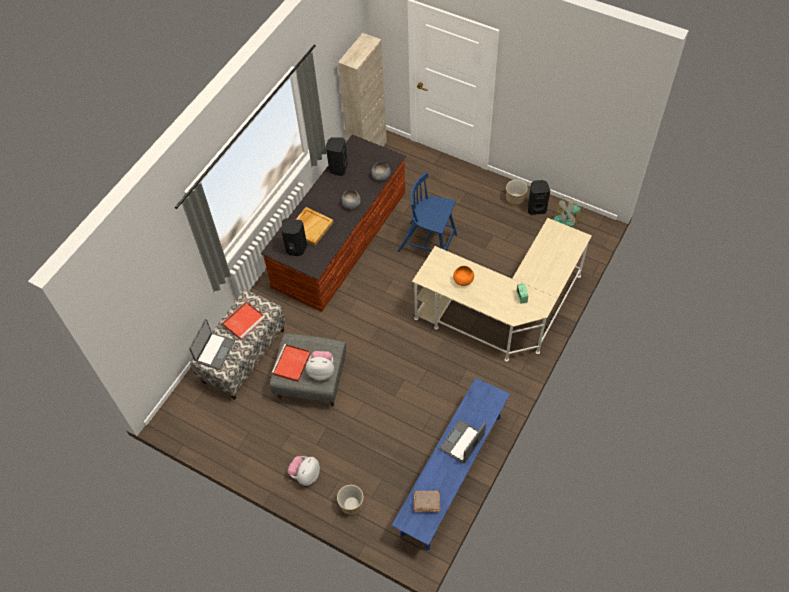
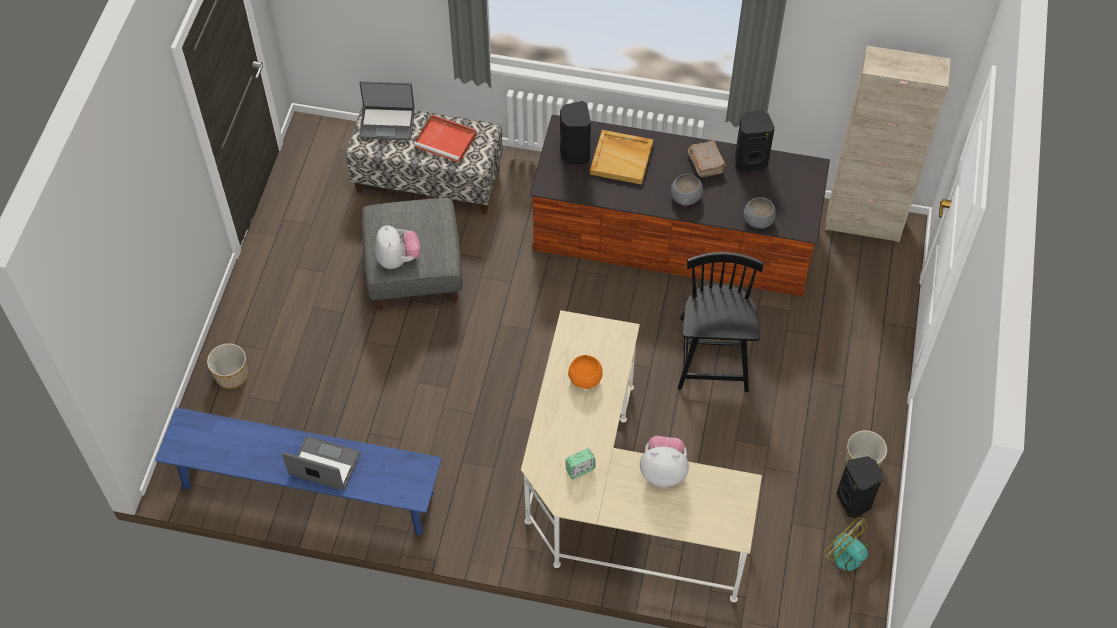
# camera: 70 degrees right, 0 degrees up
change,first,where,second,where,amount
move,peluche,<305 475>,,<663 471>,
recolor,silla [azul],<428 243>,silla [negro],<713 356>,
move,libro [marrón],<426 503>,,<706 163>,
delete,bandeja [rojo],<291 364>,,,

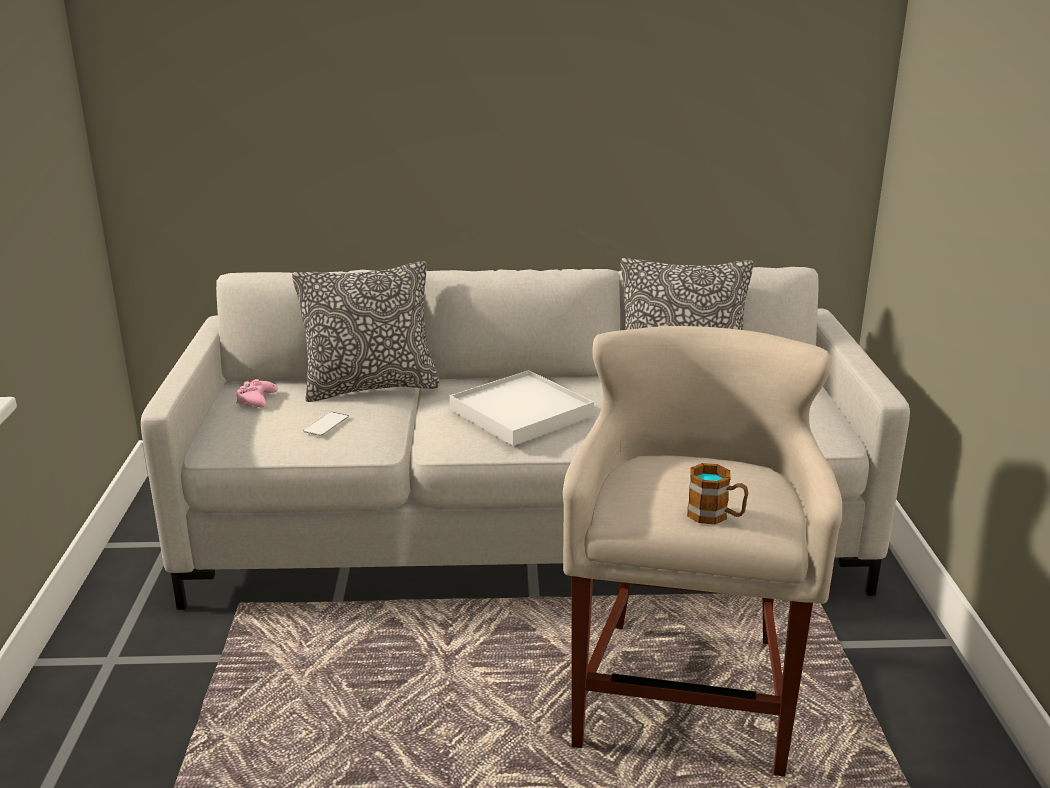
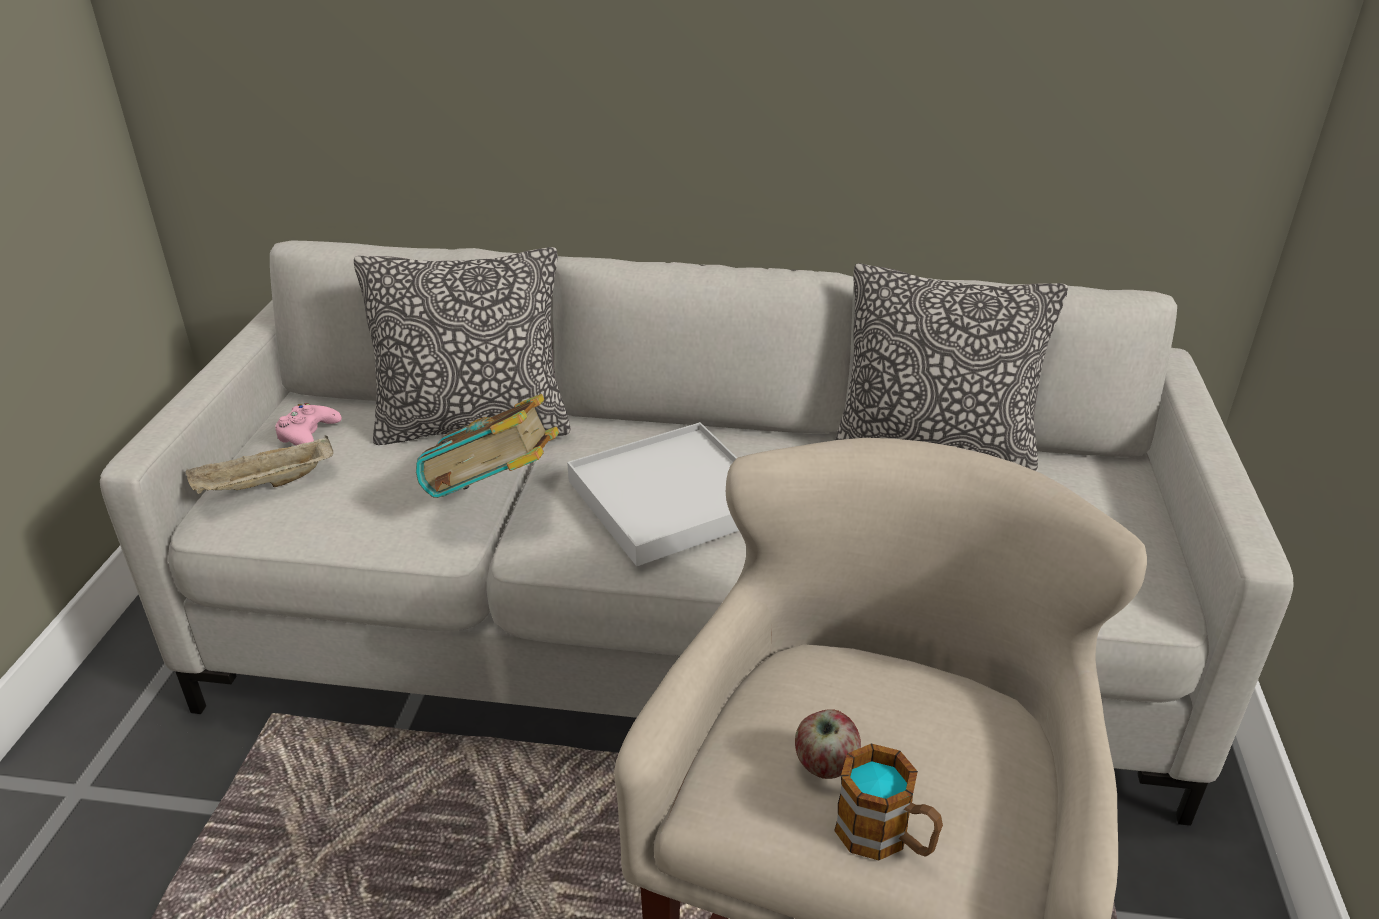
# camera: 10 degrees right, 10 degrees up
change,first,where,second,where,amount
insert,,,bandeja [beis],<265 486>,
insert,,,libro,<495 495>,
insert,,,manzana,<824 764>,
delete,móvil,<326 424>,,,

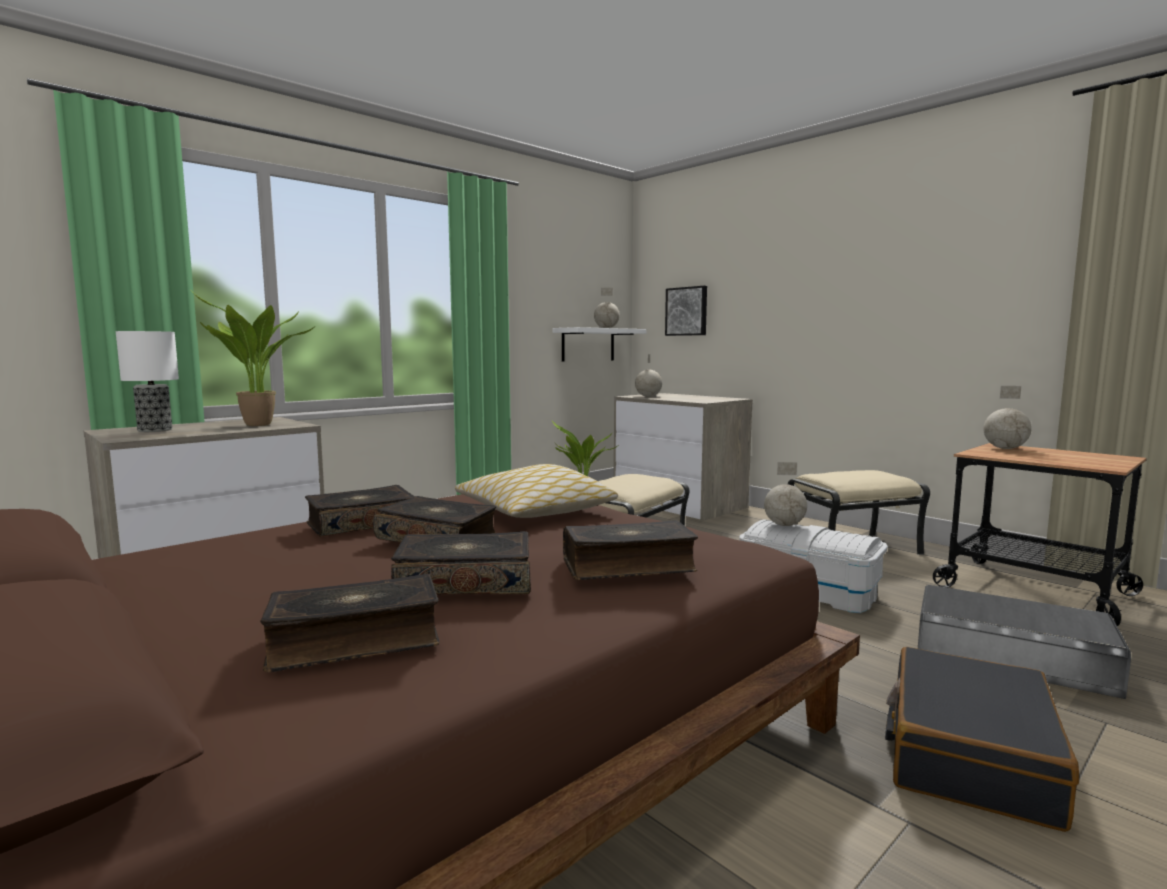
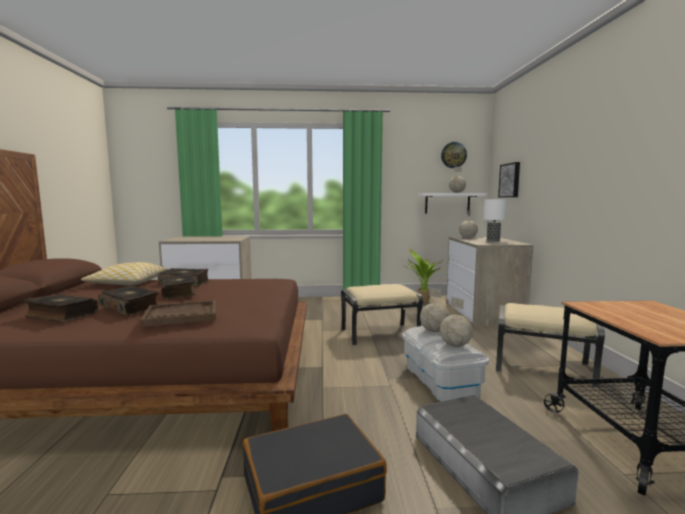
# camera: 40 degrees right, 0 degrees up
change,first,where,second,where,amount
move,cojín,<535 512>,,<127 283>,
replace,libro,<628 565>,bandeja [marrón],<181 315>,
move,globo terráqueo,<1004 448>,,<455 345>,
insert,,,reloj de pared,<453 155>,
move,lámpara de mesa,<156 430>,,<493 241>,
delete,planta en maceta,<256 425>,,,

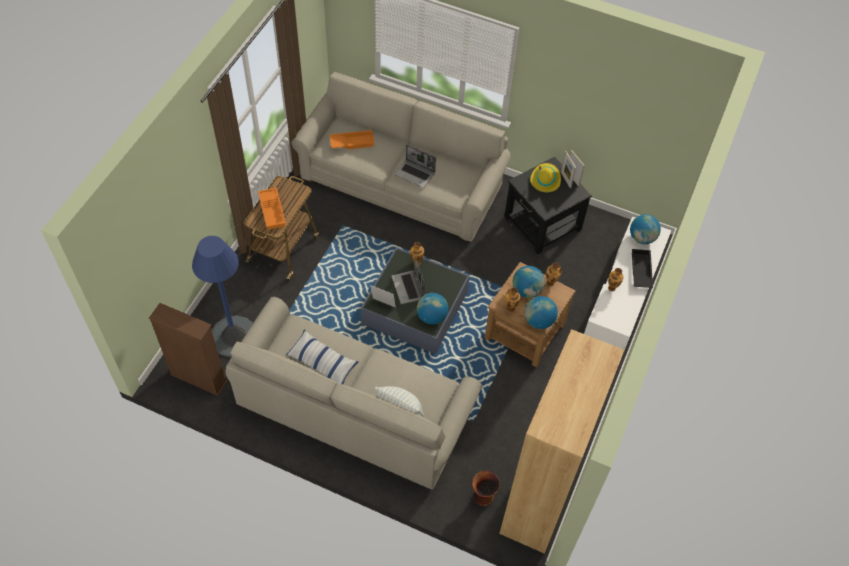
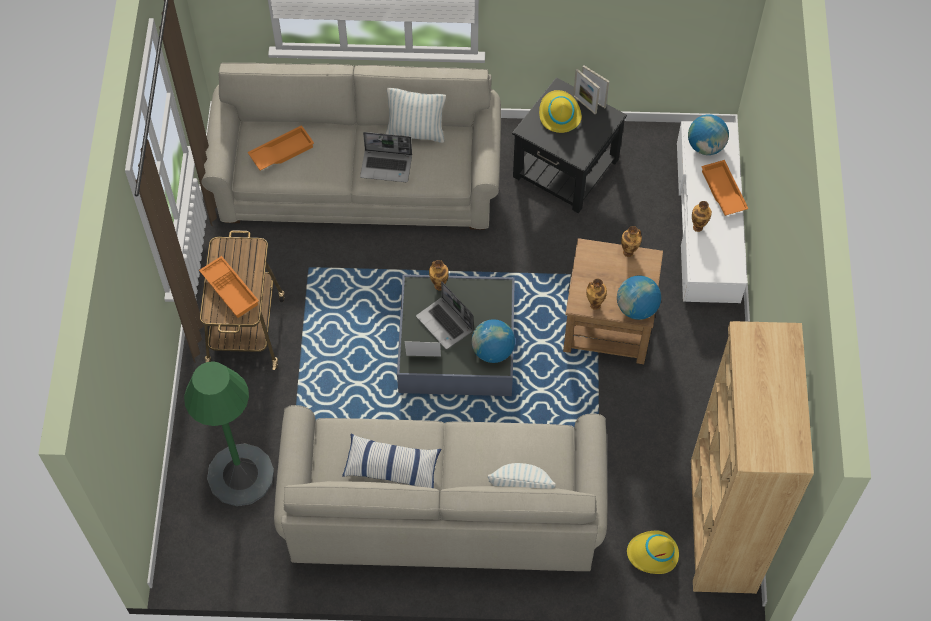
# camera: 20 degrees left, 5 degrees up
change,first,where,second,where,amount
recolor,lámpara de pie [azul],<233 336>,lámpara de pie [verde],<240 475>,
insert,,,cojín,<416 132>,
replace,florero,<482 496>,sombrero [amarillo],<652 554>,
recolor,bandeja [negro],<640 271>,bandeja [naranja],<722 191>,
delete,estantería [marrón],<198 378>,,,
delete,globo terráqueo,<526 290>,,,

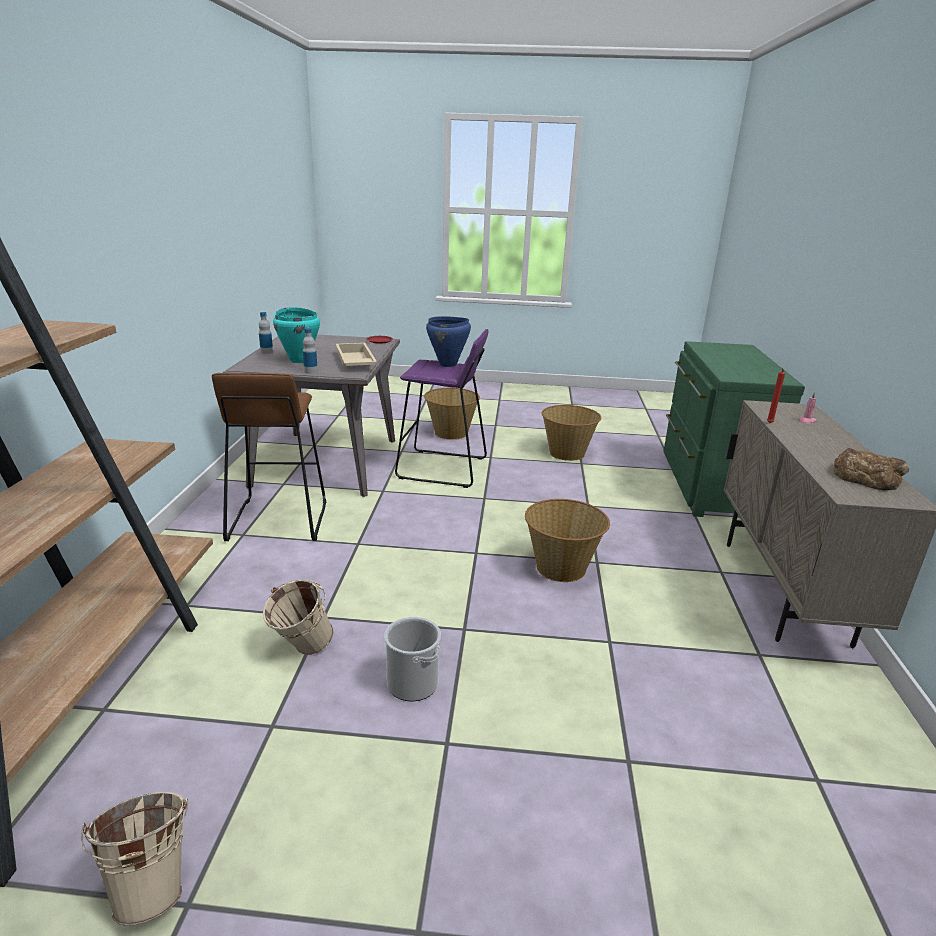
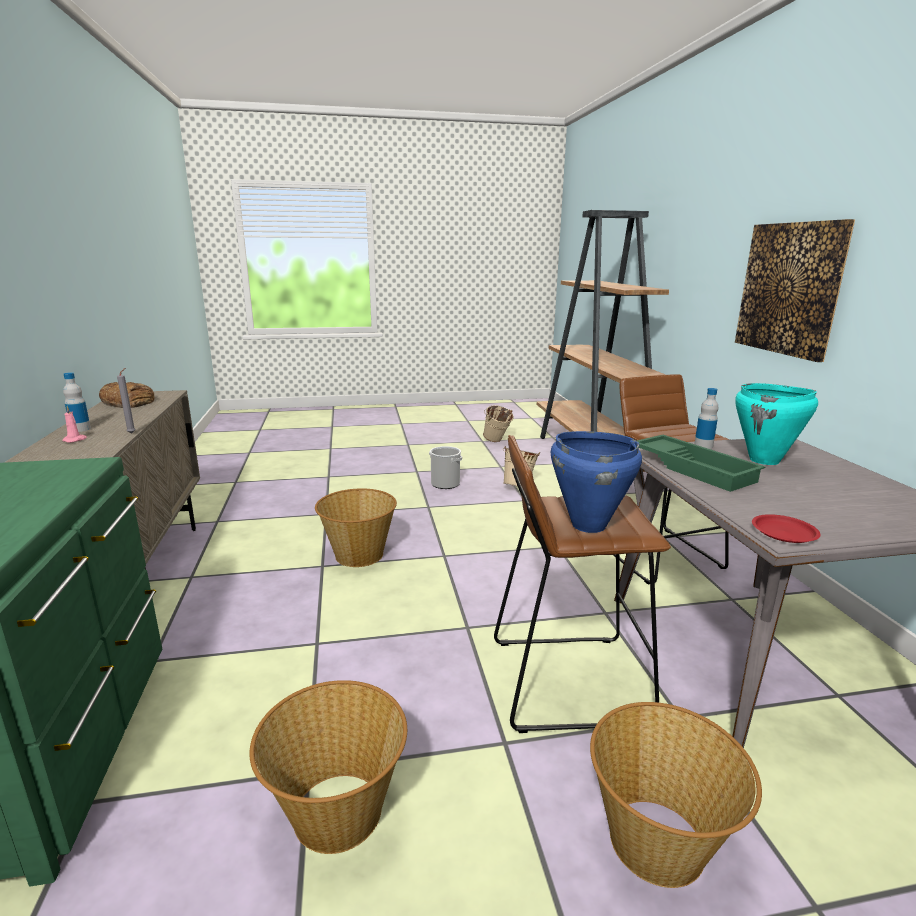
# camera: 165 degrees right, 5 degrees down
change,first,where,second,where,amount
move,botella,<266 352>,,<80 429>,
recolor,vela [rojo],<769 423>,vela [gris],<132 433>,
recolor,taburete [morado],<443 469>,taburete [marrón],<566 680>,
recolor,bandeja [beis],<354 362>,bandeja [verde],<694 468>,
insert,,,cuadro,<790 289>,

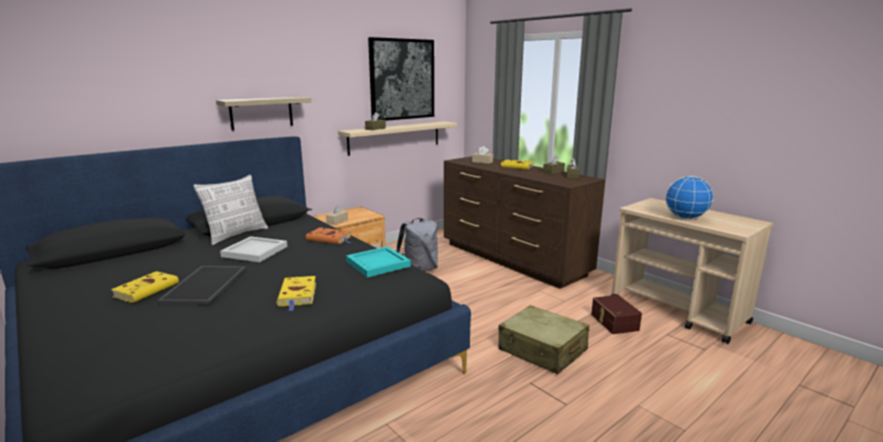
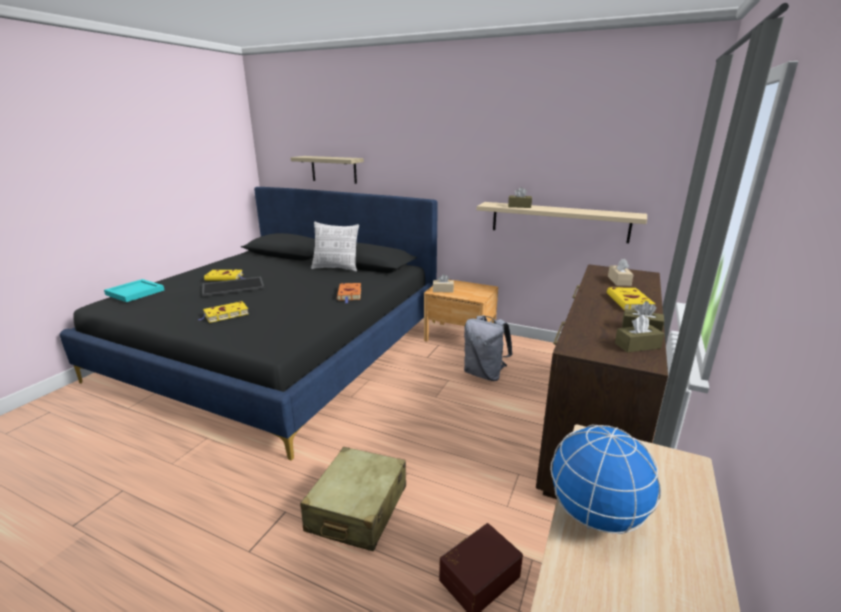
# camera: 65 degrees right, 5 degrees up
change,first,where,second,where,amount
move,bandeja [turquesa],<379 264>,,<135 293>,
move,estante,<261 113>,,<333 169>,
delete,bandeja [blanco],<256 251>,,,
delete,cuadro,<402 79>,,,

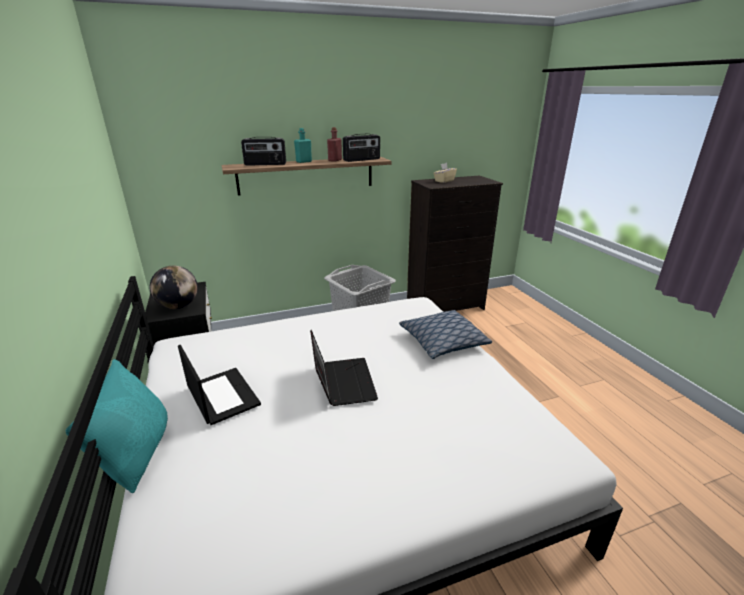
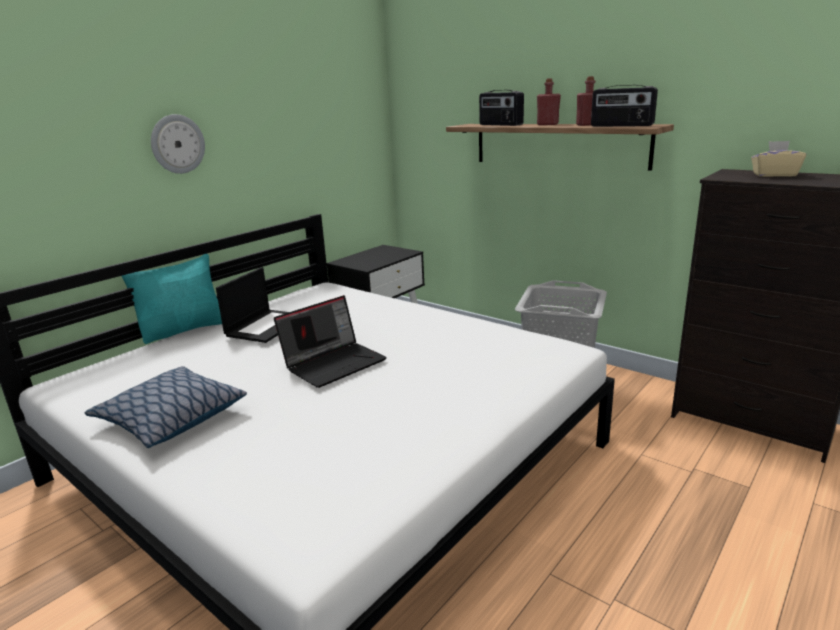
# camera: 60 degrees right, 5 degrees down
change,first,where,second,where,amount
move,cojín,<443 342>,,<170 419>,
insert,,,reloj de pared,<177 144>,
recolor,botella [turquesa],<304 161>,botella [rojo],<547 124>,
delete,globo terráqueo,<178 306>,,,

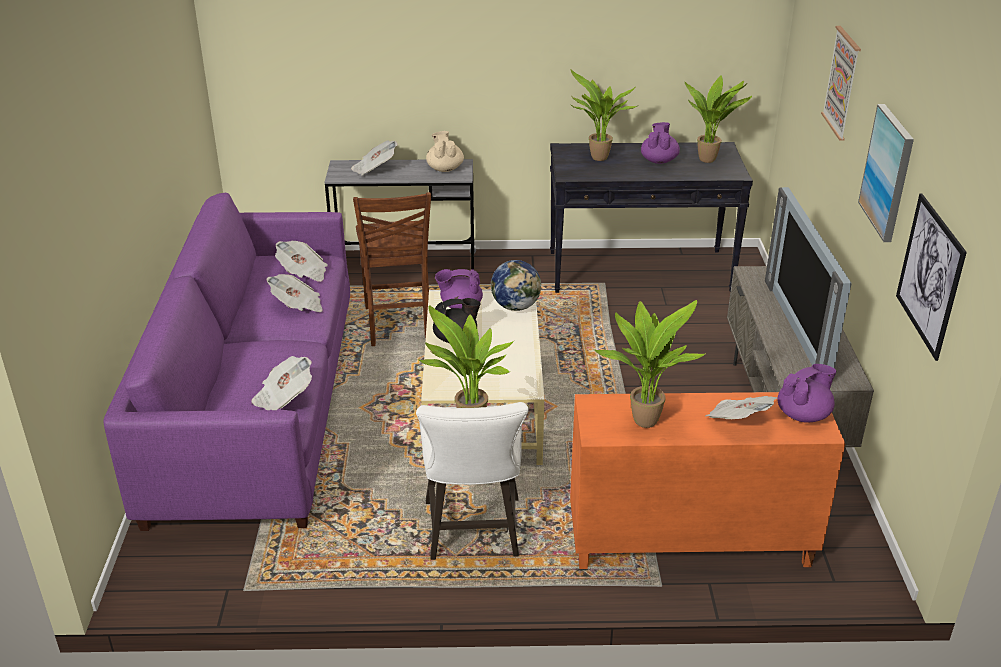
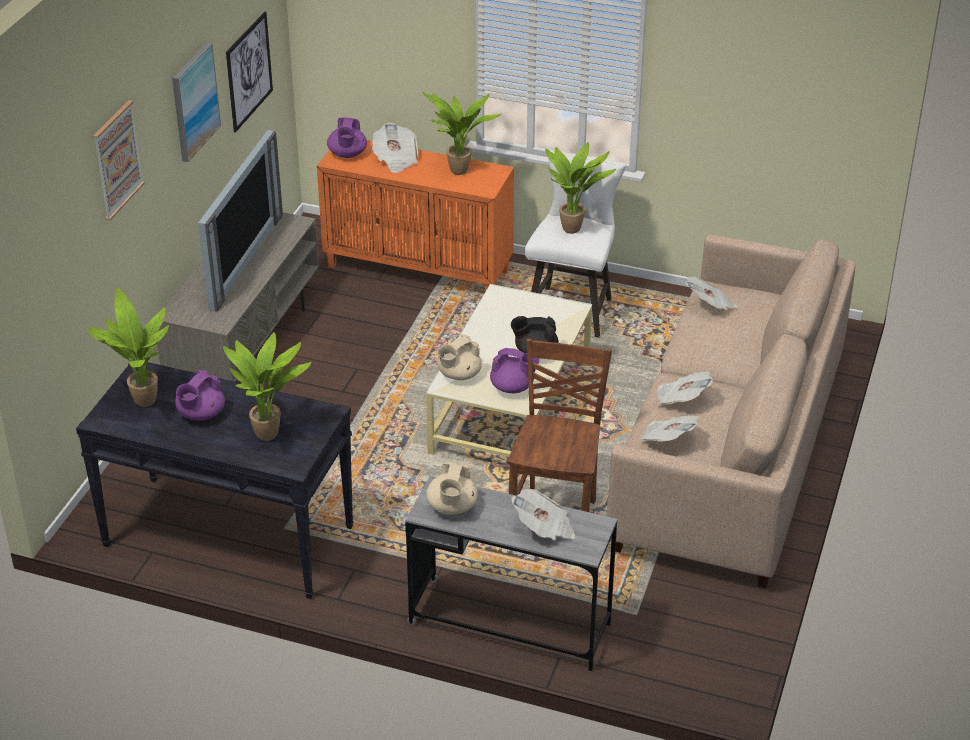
# camera: 160 degrees left, 5 degrees up
change,first,where,second,where,amount
rotate,tetera [morado],<804 415>,,<347 154>,75 degrees counterclockwise
replace,globo terráqueo,<516 306>,tetera [beis],<458 375>,
recolor,sofá [morado],<256 410>,sofá [beis],<730 453>,

